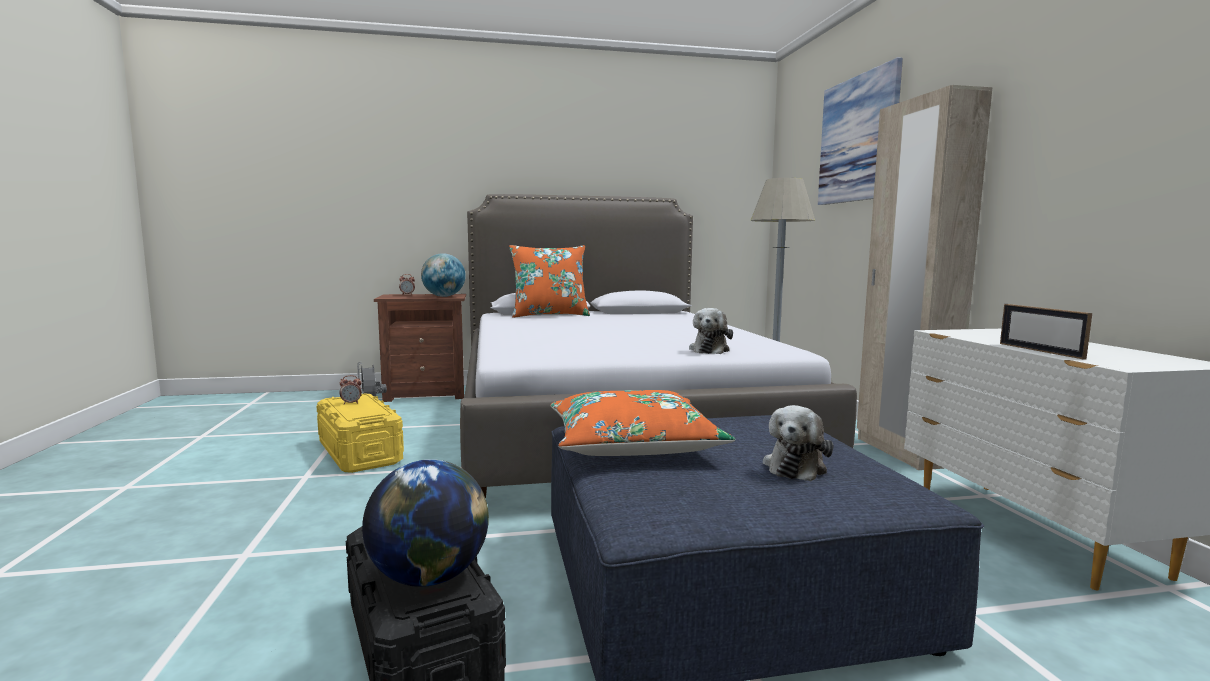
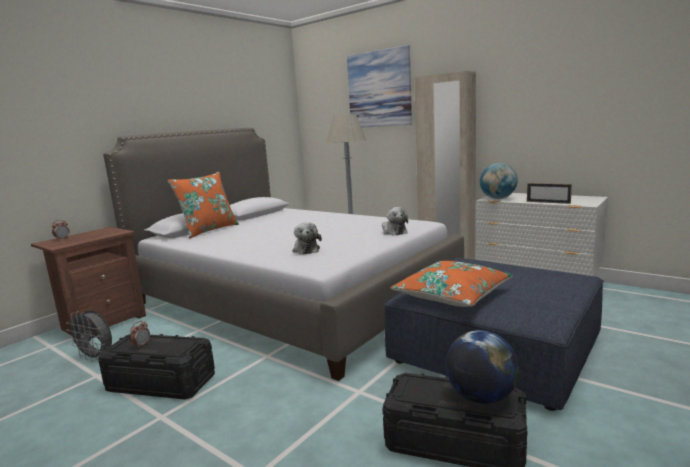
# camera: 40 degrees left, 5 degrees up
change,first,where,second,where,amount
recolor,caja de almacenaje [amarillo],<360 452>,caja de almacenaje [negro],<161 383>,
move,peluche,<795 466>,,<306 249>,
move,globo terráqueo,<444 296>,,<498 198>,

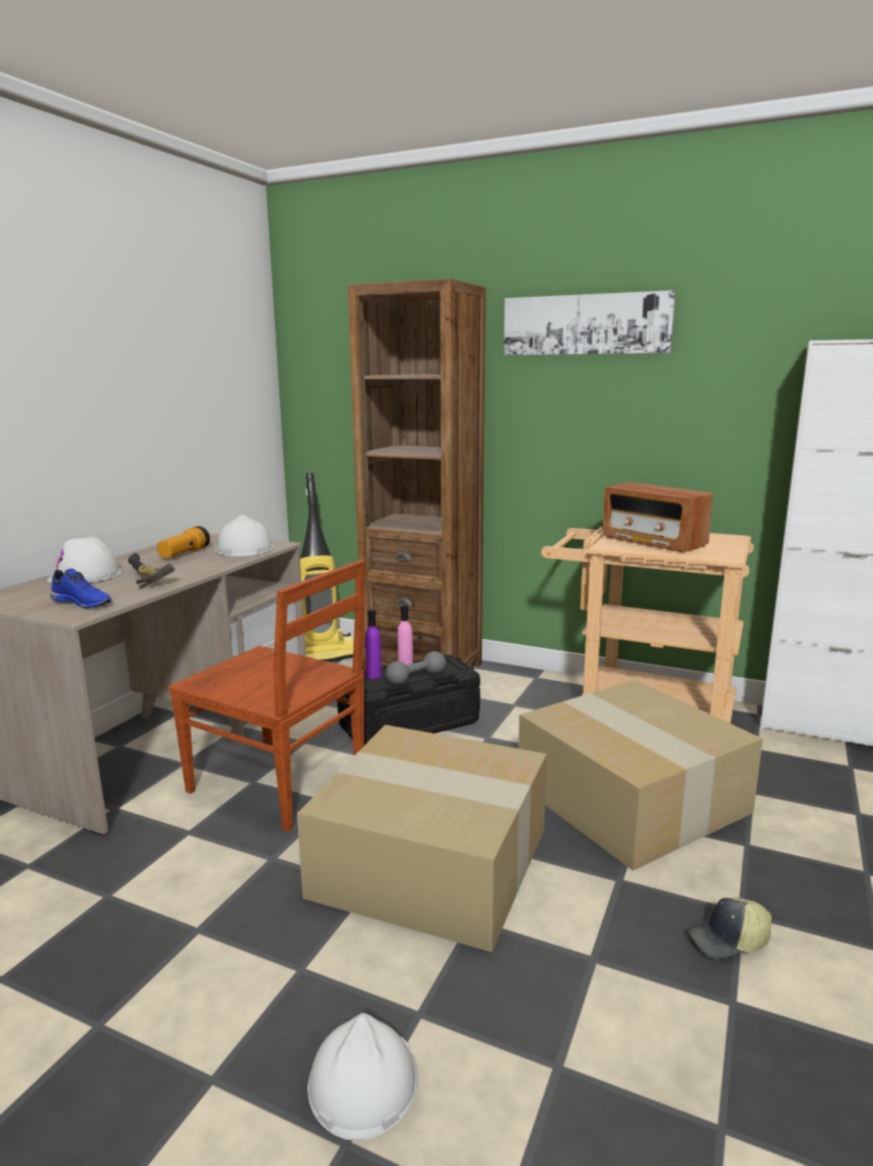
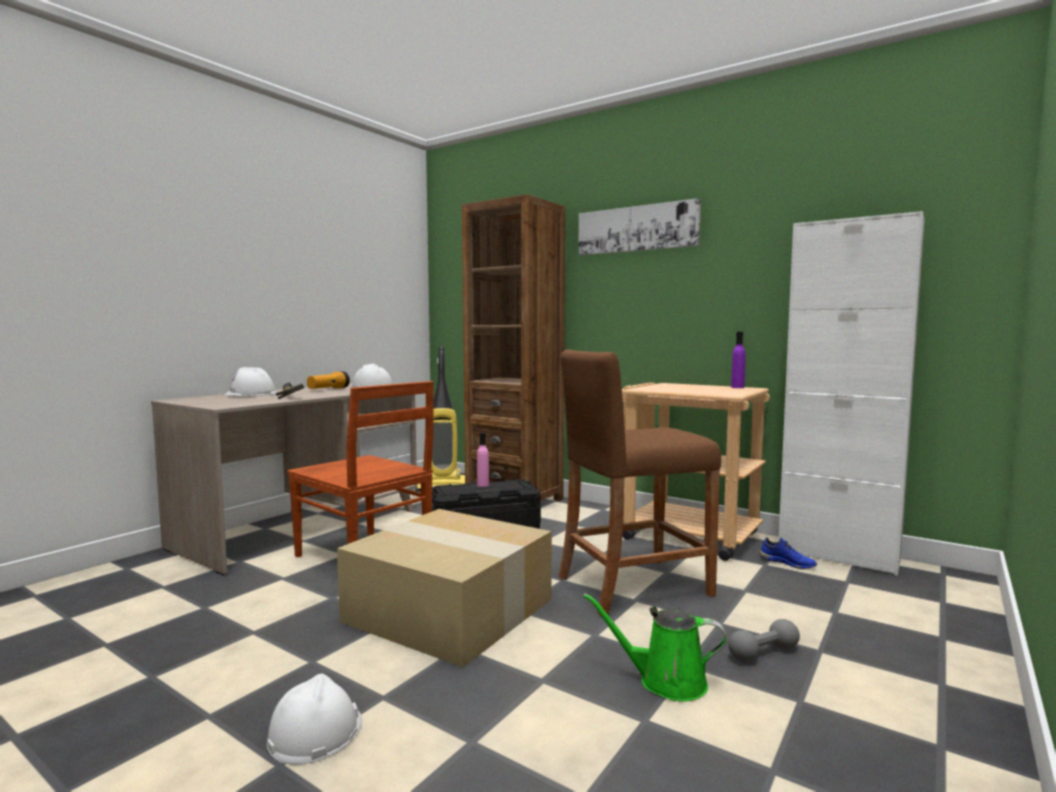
# camera: 10 degrees right, 10 degrees down
change,first,where,second,where,amount
replace,caja de cartón,<627 797>,taburete [marrón],<633 585>,
replace,gorra,<728 941>,regadera [verde],<665 681>,
move,mancuerna [gris],<416 678>,,<763 653>,
move,botella [morado],<374 675>,,<737 387>,
move,zapato [azul],<83 603>,,<787 563>,
delete,radio,<653 541>,,,

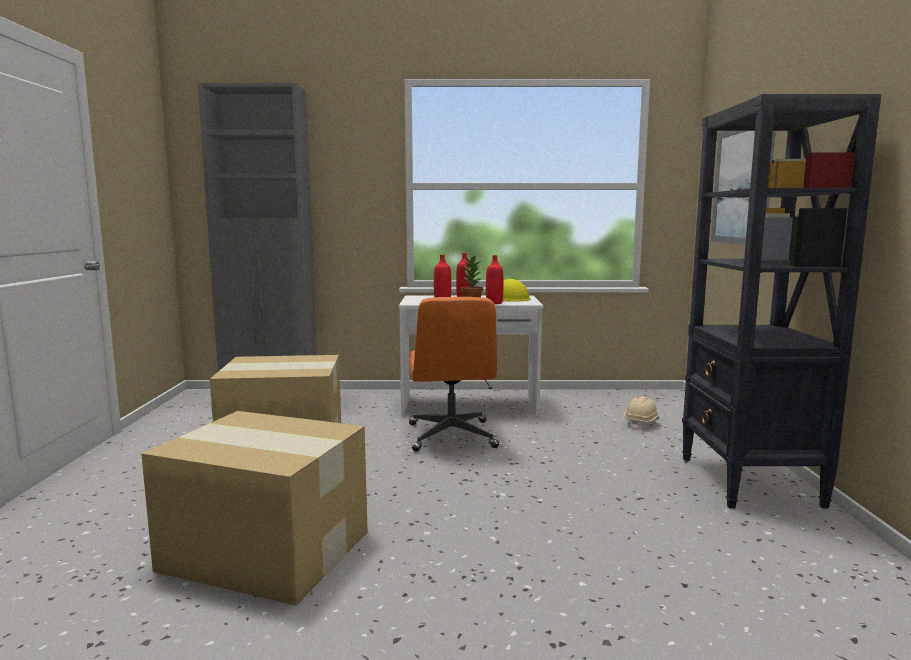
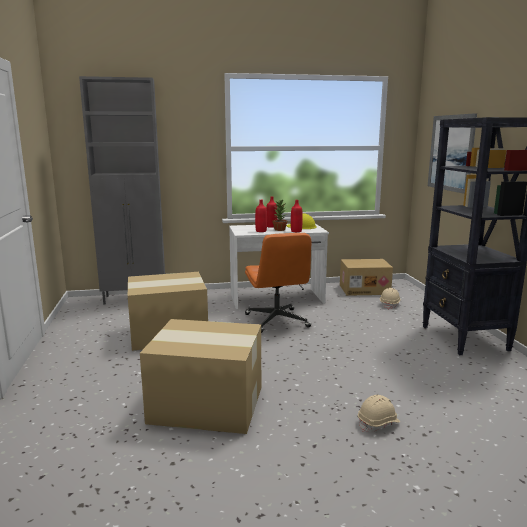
# camera: 10 degrees left, 5 degrees up
change,first,where,second,where,amount
insert,,,caja de cartón,<364 289>,
insert,,,casco [beis],<378 423>,

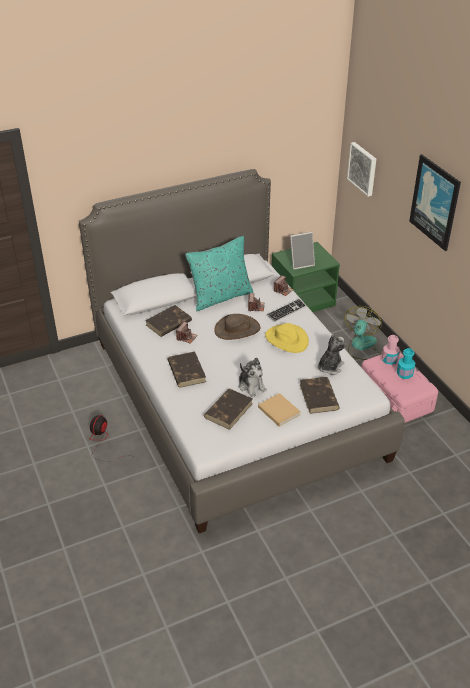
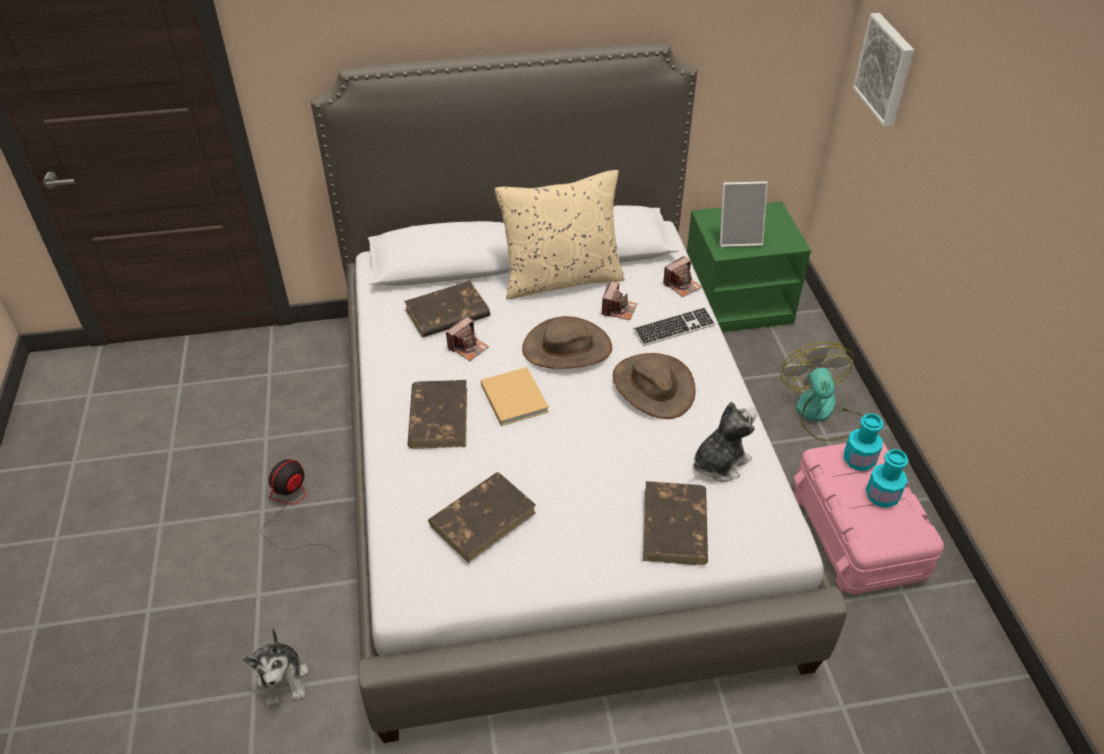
# camera: 15 degrees right, 5 degrees up
change,first,where,second,where,amount
move,peluche,<251 386>,,<283 678>,
move,libro [beis],<278 410>,,<513 397>,
recolor,cojín [turquesa],<220 297>,cojín [beis],<561 278>,
recolor,sombrero [amarillo],<286 339>,sombrero [marrón],<653 386>,
rotate,ventilador,<362 347>,,<820 413>,45 degrees counterclockwise
recolor,botella [rosa],<389 360>,botella [turquesa],<859 460>,
delete,cuadro,<435 202>,,,

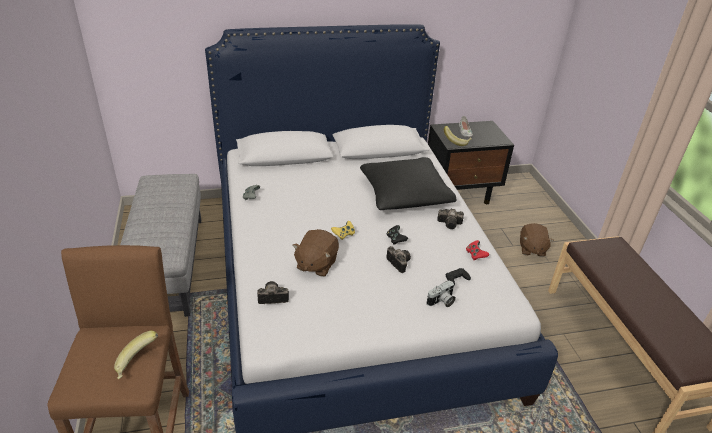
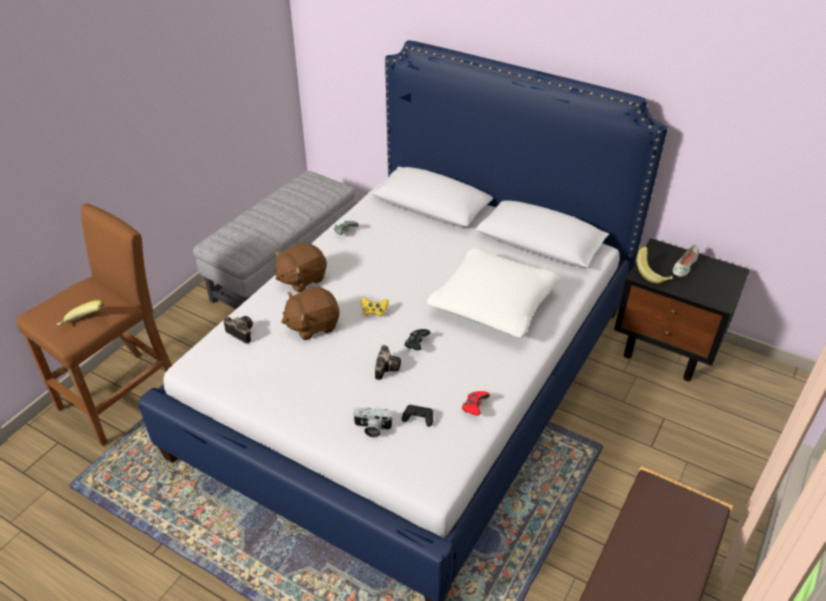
# camera: 45 degrees right, 5 degrees up
change,first,where,second,where,amount
move,peluche [marrón],<531 249>,,<301 279>,
recolor,cojín [negro],<405 195>,cojín [blanco],<493 304>,
delete,cámara,<450 224>,,,

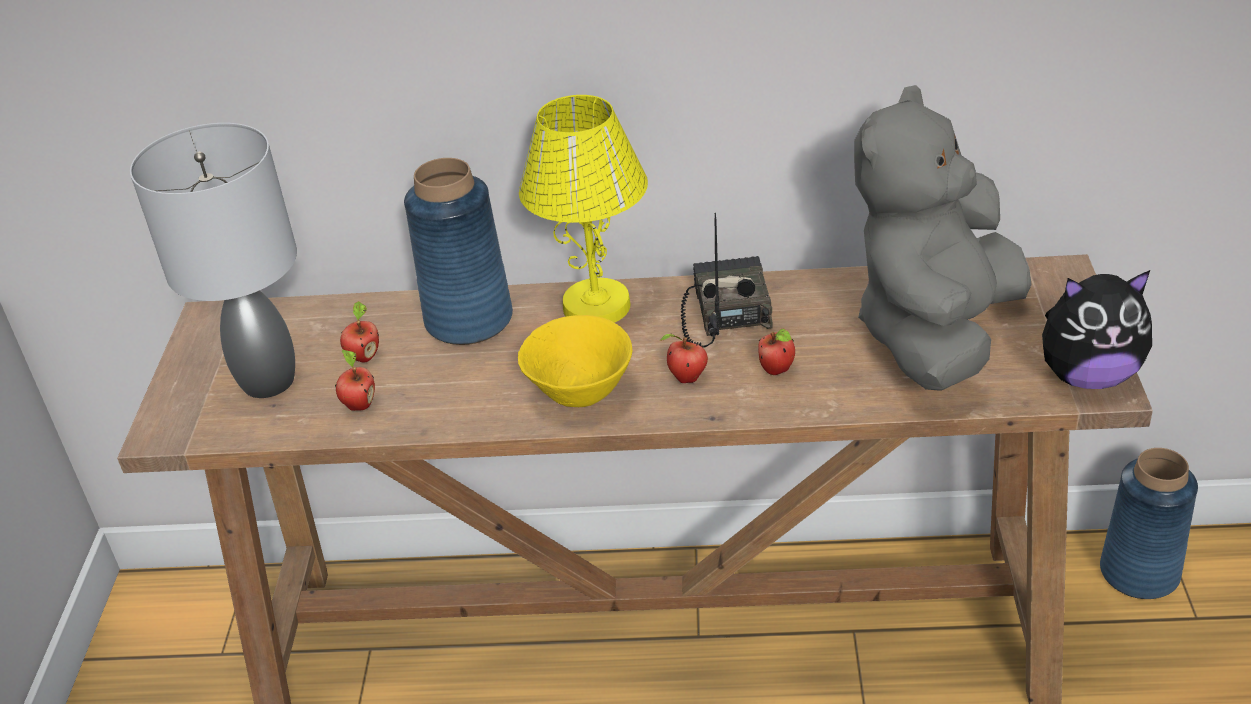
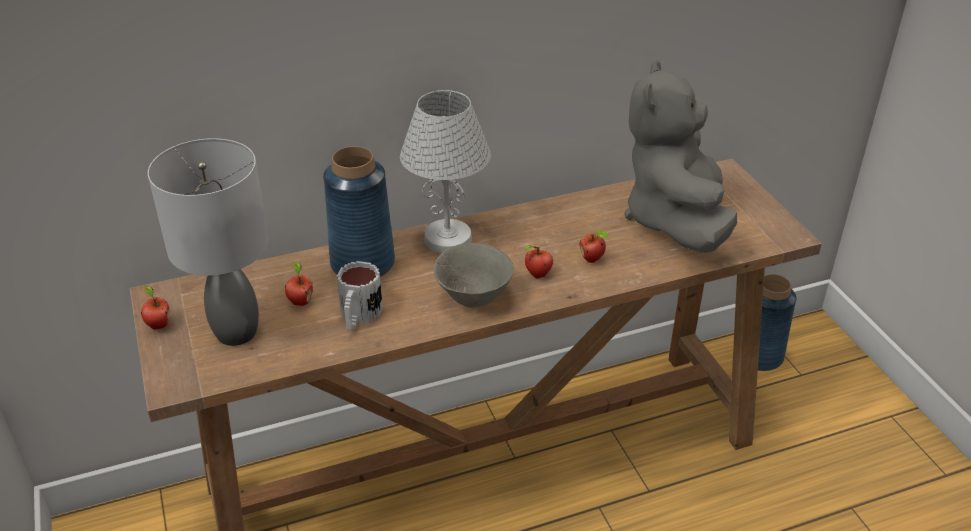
# camera: 25 degrees left, 0 degrees up
change,first,where,second,where,amount
move,manzana,<359 405>,,<158 325>,
insert,,,taza grande,<358 316>,
recolor,lámpara de mesa [amarillo],<596 307>,lámpara de mesa [blanco],<447 239>,
recolor,cuenco [amarillo],<581 395>,cuenco [gris],<474 298>,
delete,radio,<725 311>,,,
delete,peluche,<1088 376>,,,

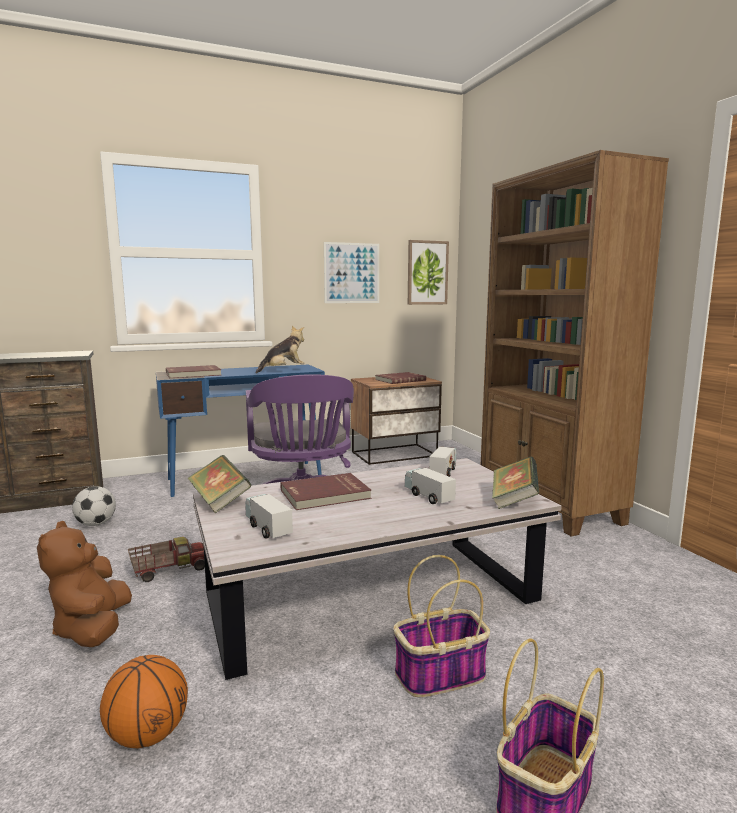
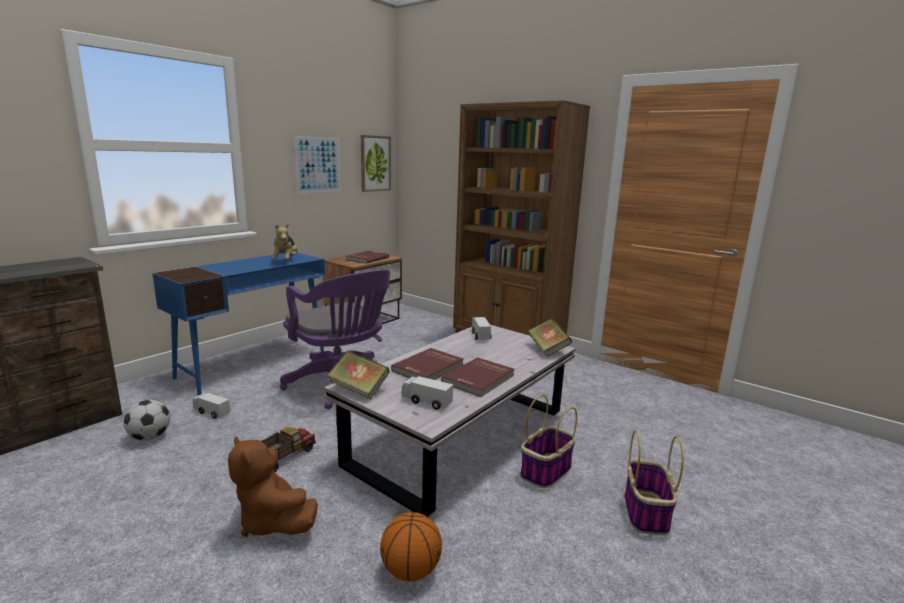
# camera: 30 degrees left, 5 degrees up
change,first,where,second,where,amount
move,camión de juguete,<428 496>,,<211 412>,
rotate,peluche,<283 370>,,<286 261>,150 degrees clockwise
move,libro [rojo],<193 374>,,<479 379>,

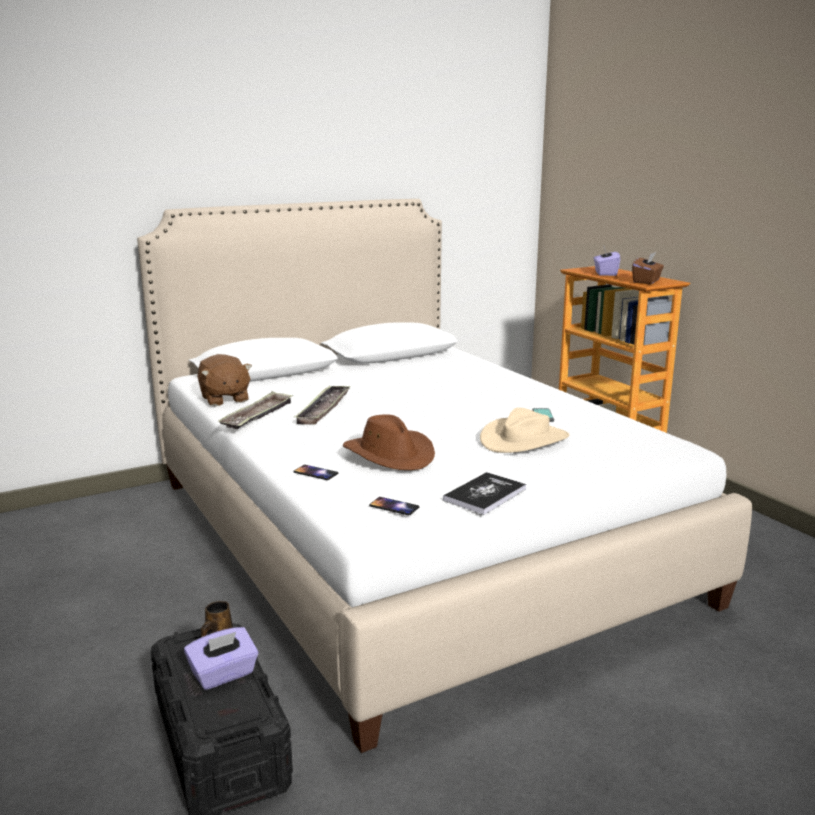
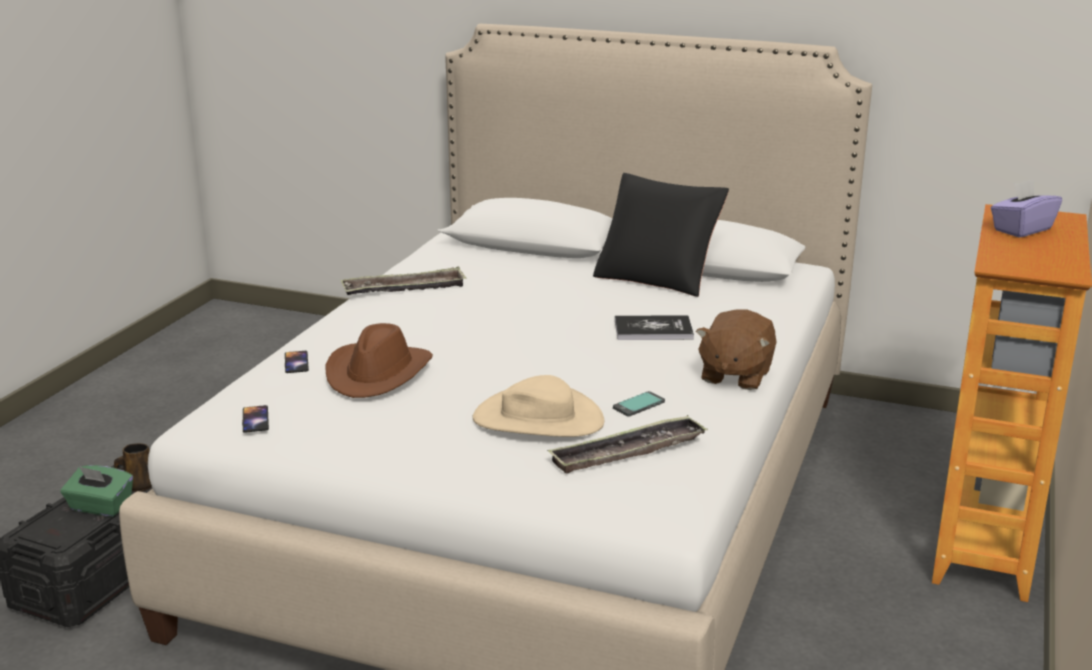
# camera: 50 degrees right, 5 degrees up
change,first,where,second,where,amount
recolor,caja de pañuelos [morado],<223 674>,caja de pañuelos [verde],<100 507>,
move,bandeja,<324 409>,,<627 452>,
insert,,,cojín [negro],<658 276>,
move,libro,<485 495>,,<653 330>,
move,peluche [marrón],<224 399>,,<735 375>,
delete,caja de pañuelos [marrón],<646 281>,,,

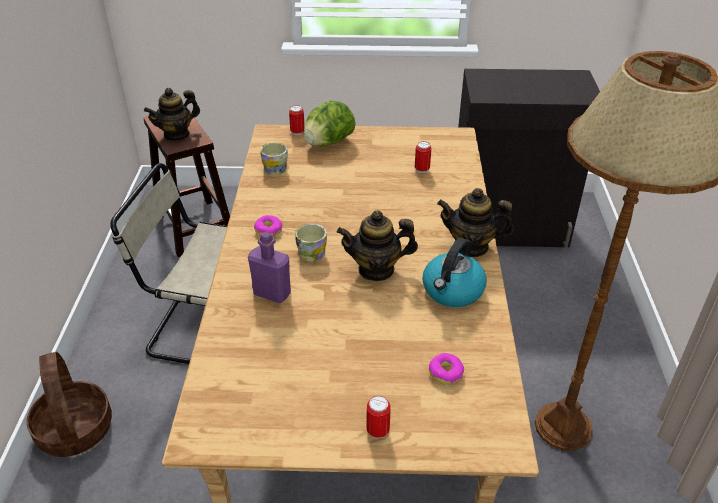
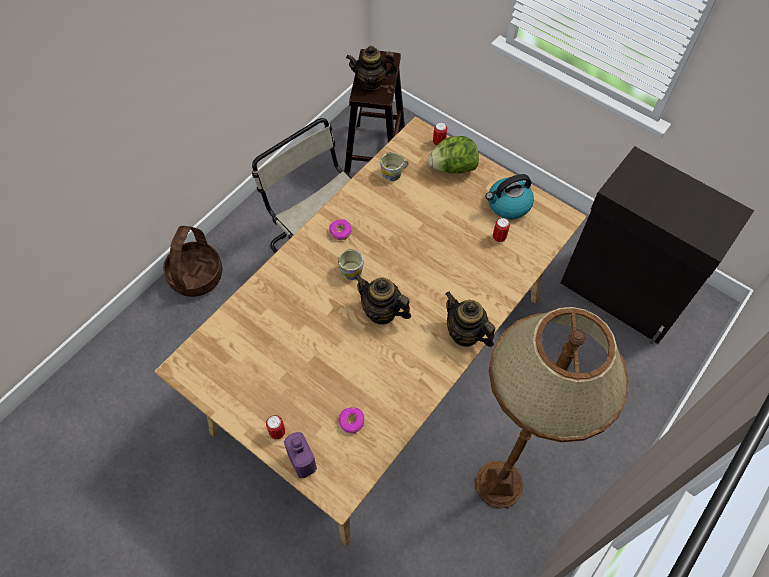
# camera: 35 degrees right, 20 degrees up
change,first,where,second,where,amount
move,botella [morado],<272 293>,,<302 462>,
move,hervidor,<452 291>,,<508 205>,

